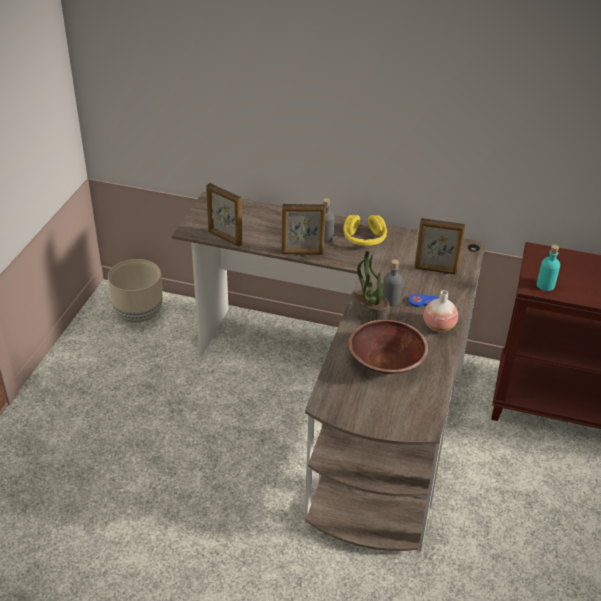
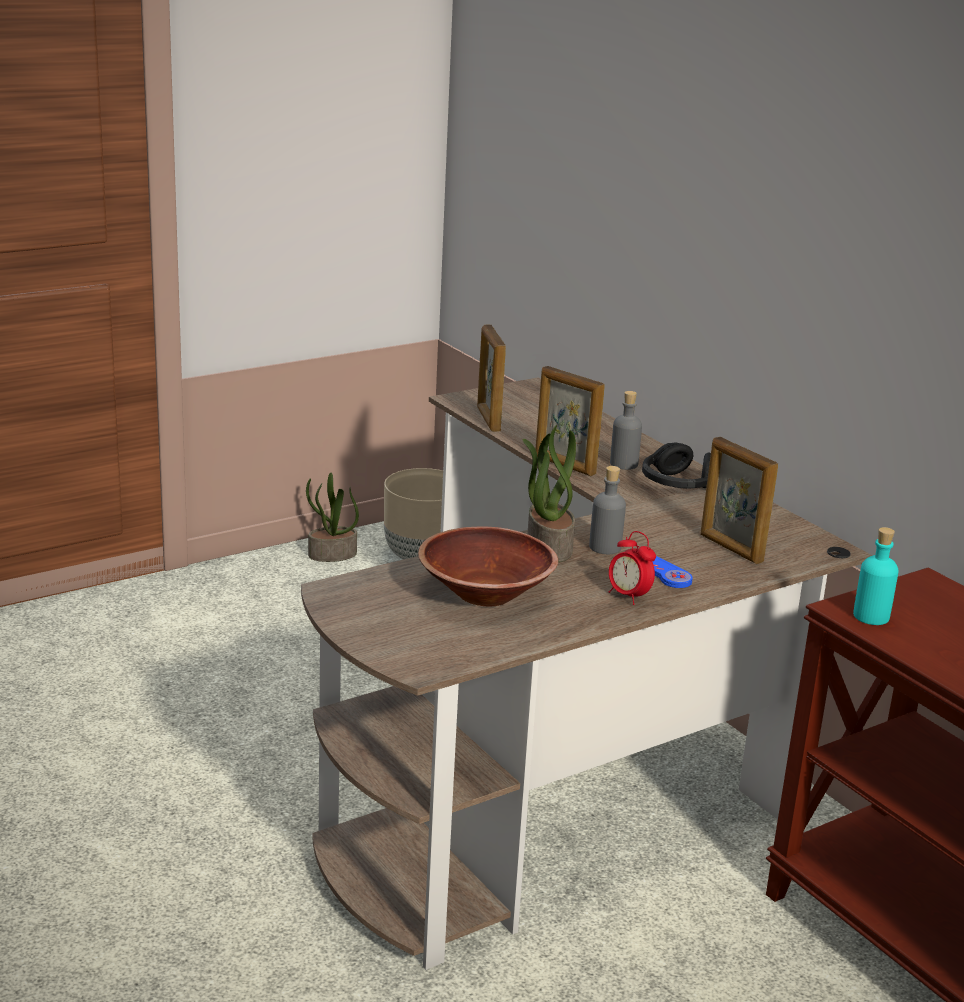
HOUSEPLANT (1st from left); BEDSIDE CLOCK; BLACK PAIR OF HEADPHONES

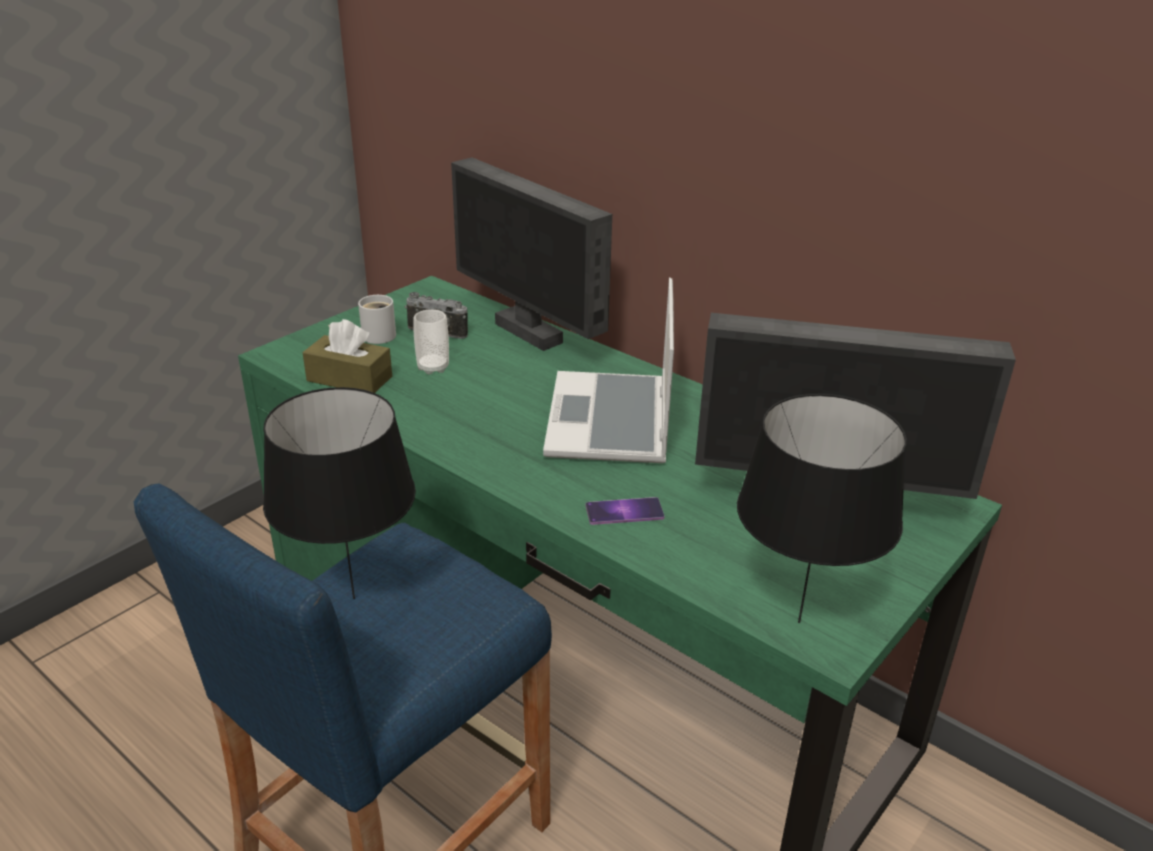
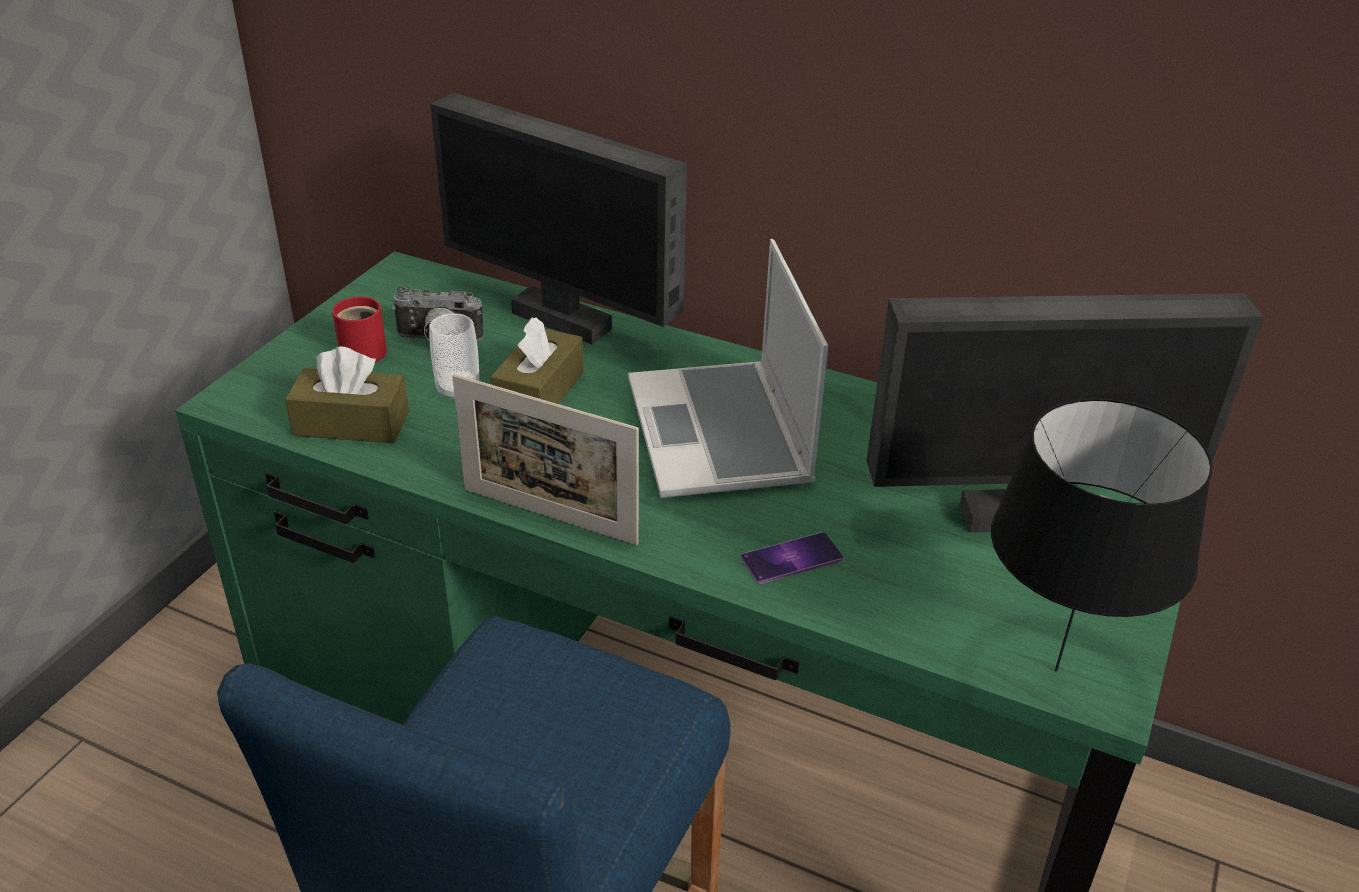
BLACK LAMP FOR A TABLE (1st from left in the first image); STANDING FRAME; BROWN TISSUE BOX (2nd from left); REDDISH COFFEE MUG

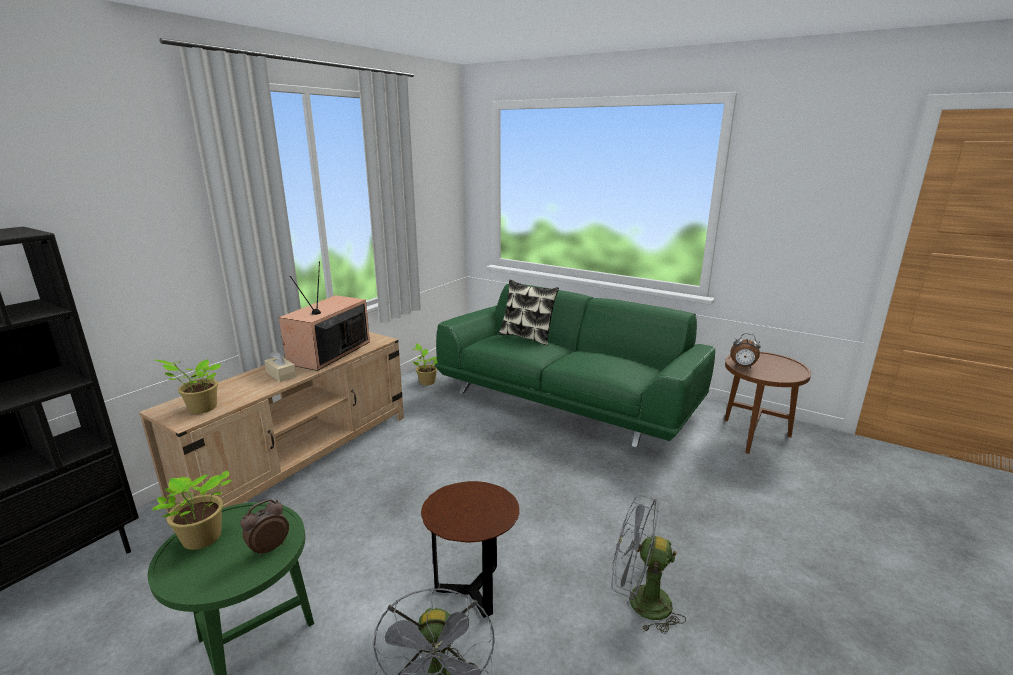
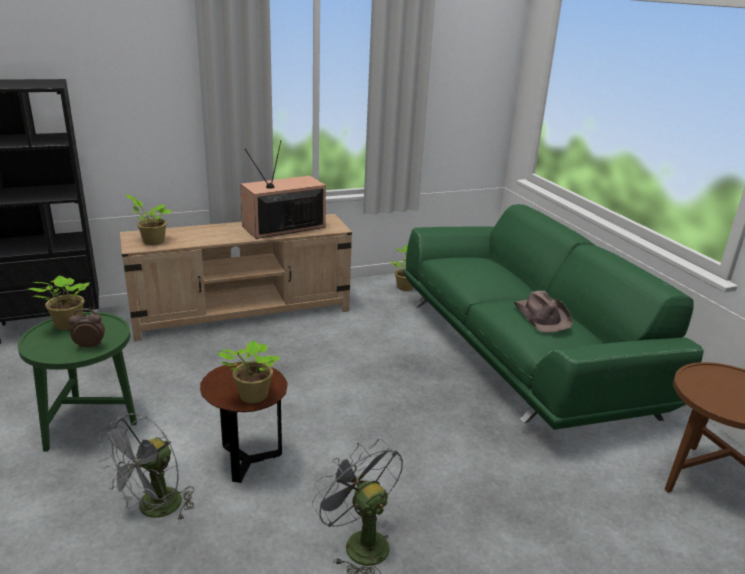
BEIGE-COLOURED TISSUE BOX; CUSHION; BEDSIDE CLOCK (2nd from left in the first image); HOUSEPLANT (3rd from left); BROWN WEARABLE HAT

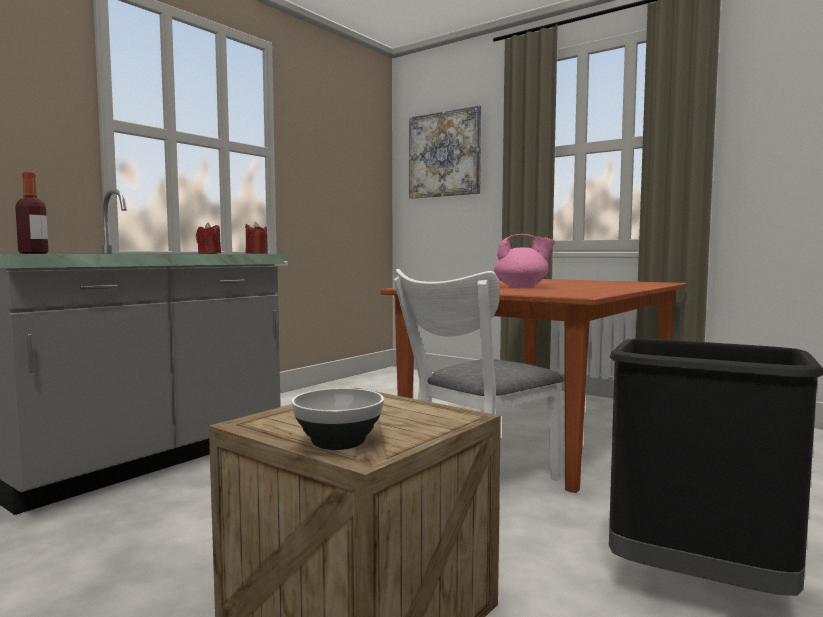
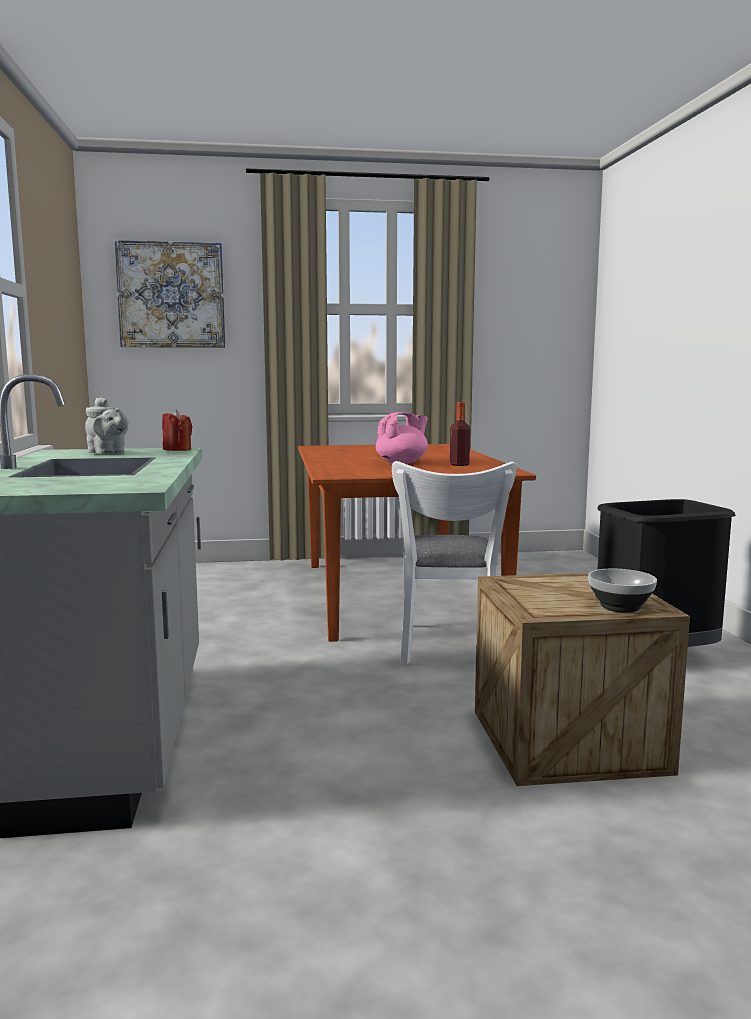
BEVERAGE BOTTLE; GREY POT FOR TEA

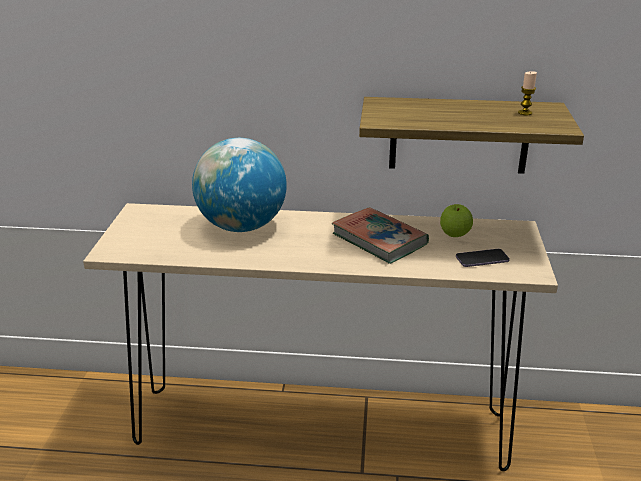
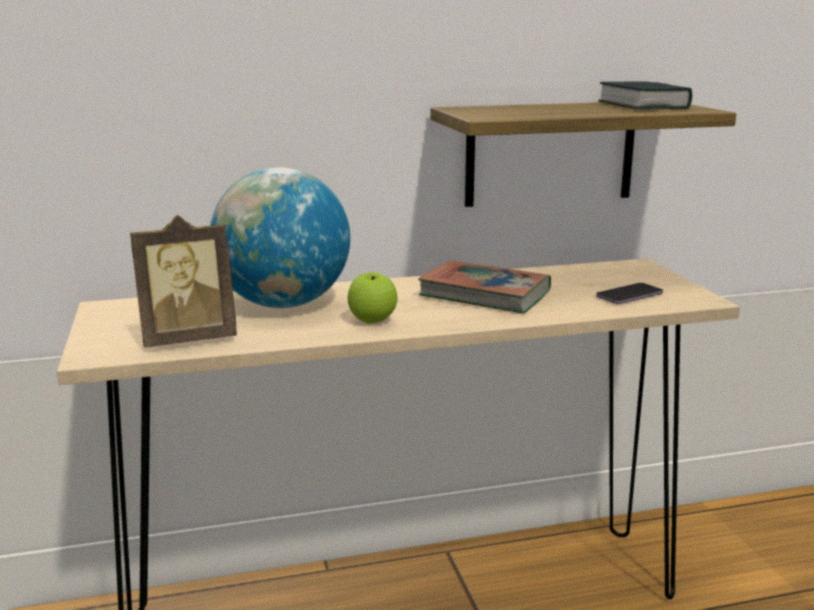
STANDING FRAME; APPLE FRUIT; VOLUME (2nd from left)

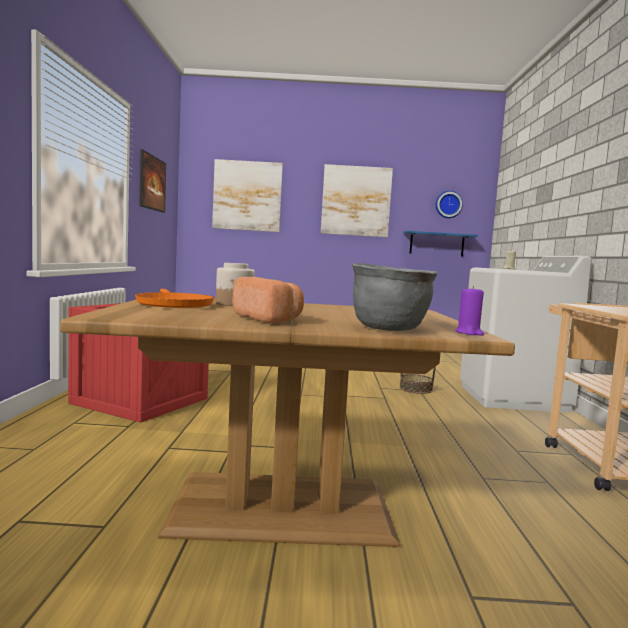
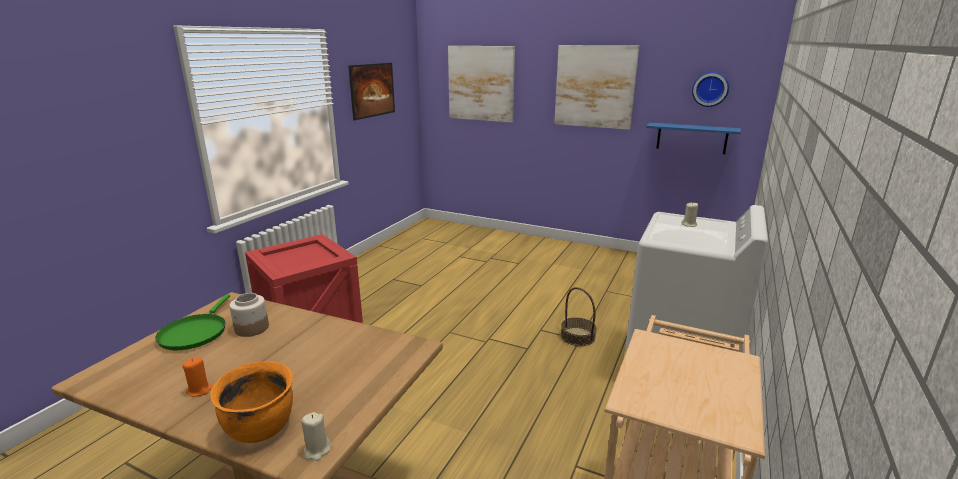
ORANGEY CANDLE; GREENISH FRYING PAN; ORANGEY SAUCEPOT; BEIGE-COLOURED CANDLE (1st from left)

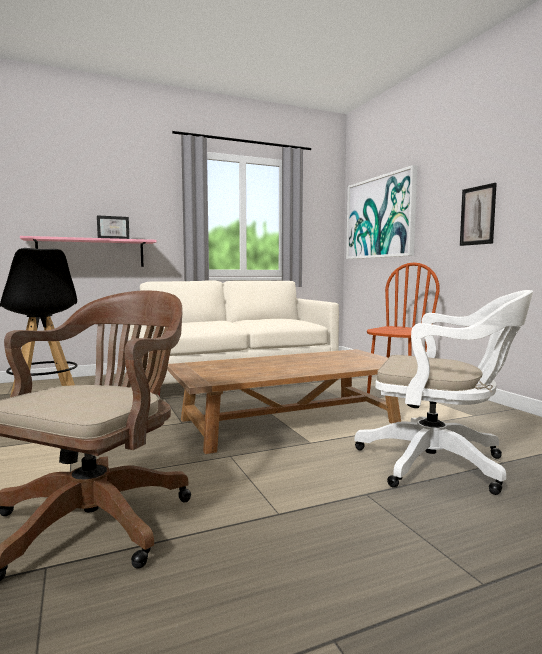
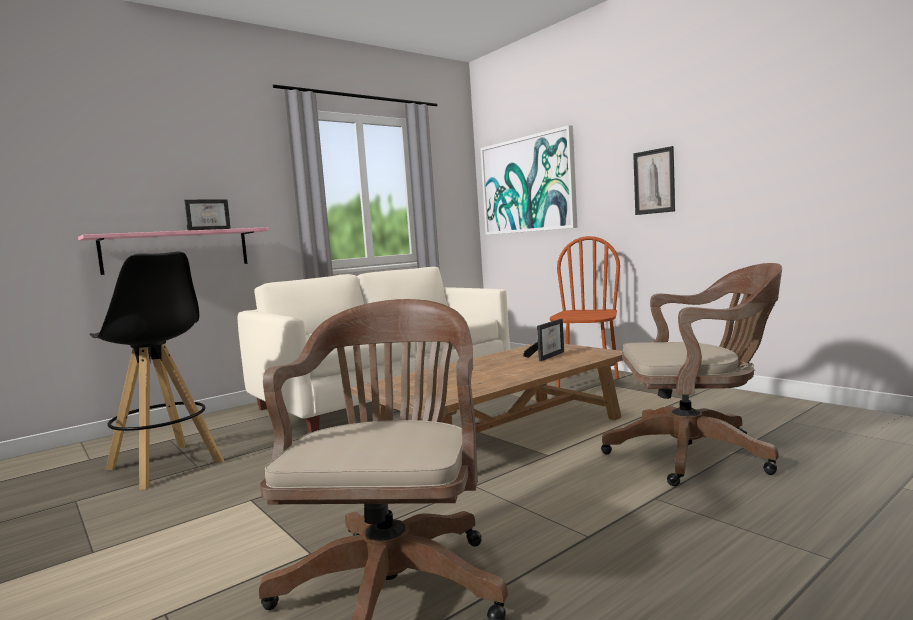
STANDING FRAME (2nd from left); BROWN DESK CHAIR (2nd from left)

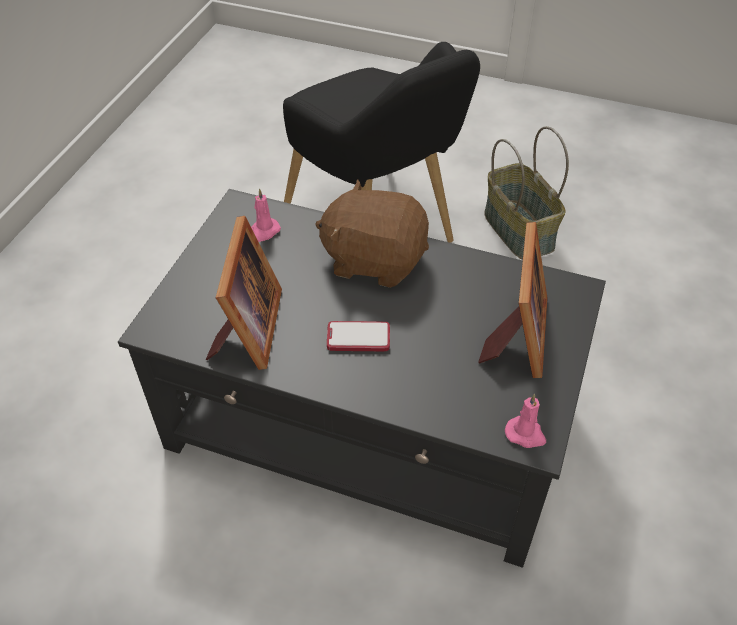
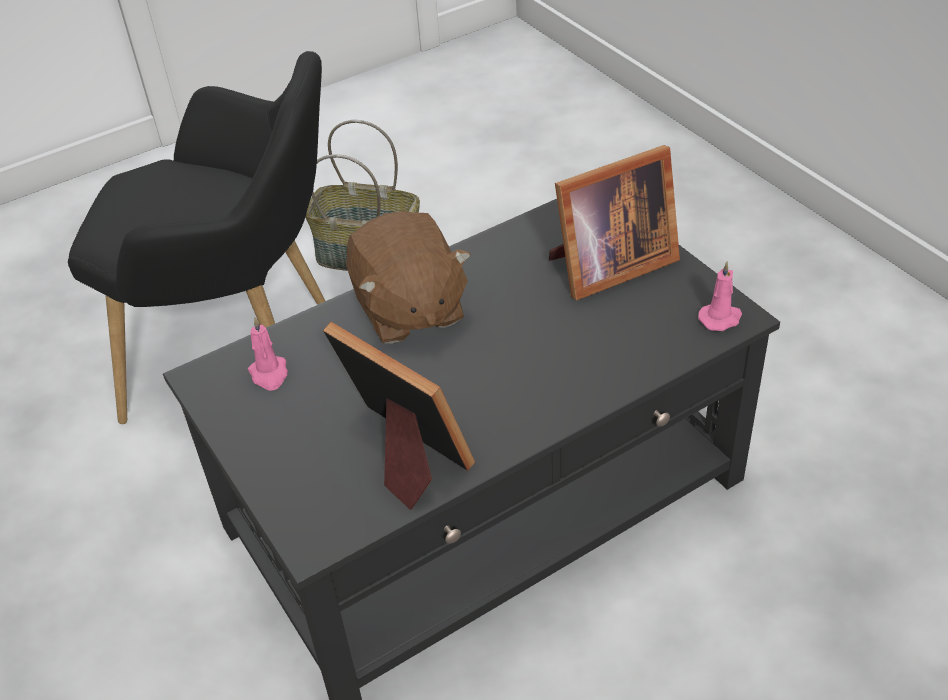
HANDSET; BROWN SOFT TOY; STANDING FRAME (2nd from left)

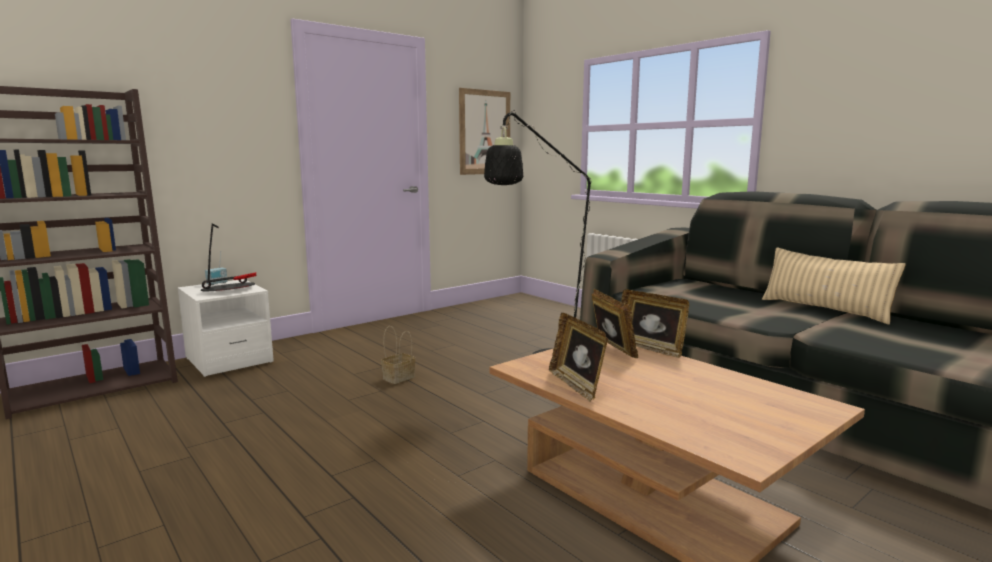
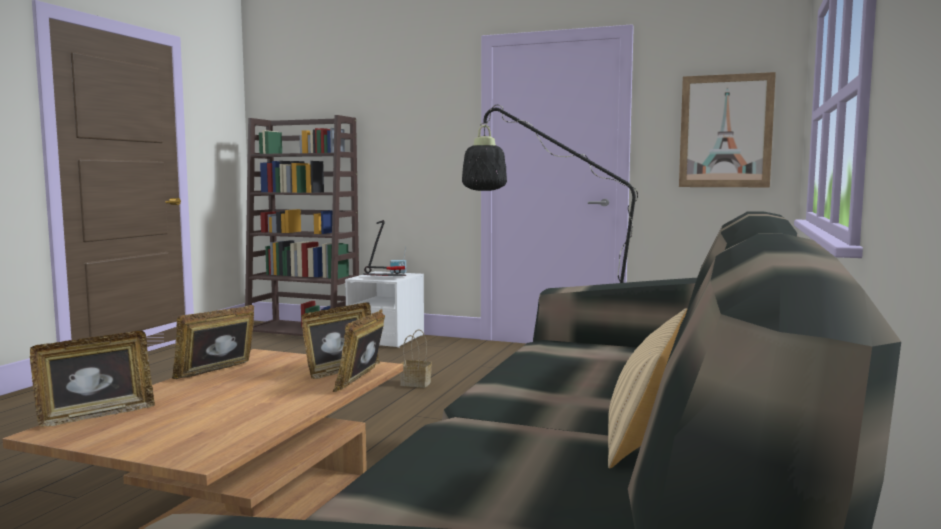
STANDING FRAME (1st from left)

